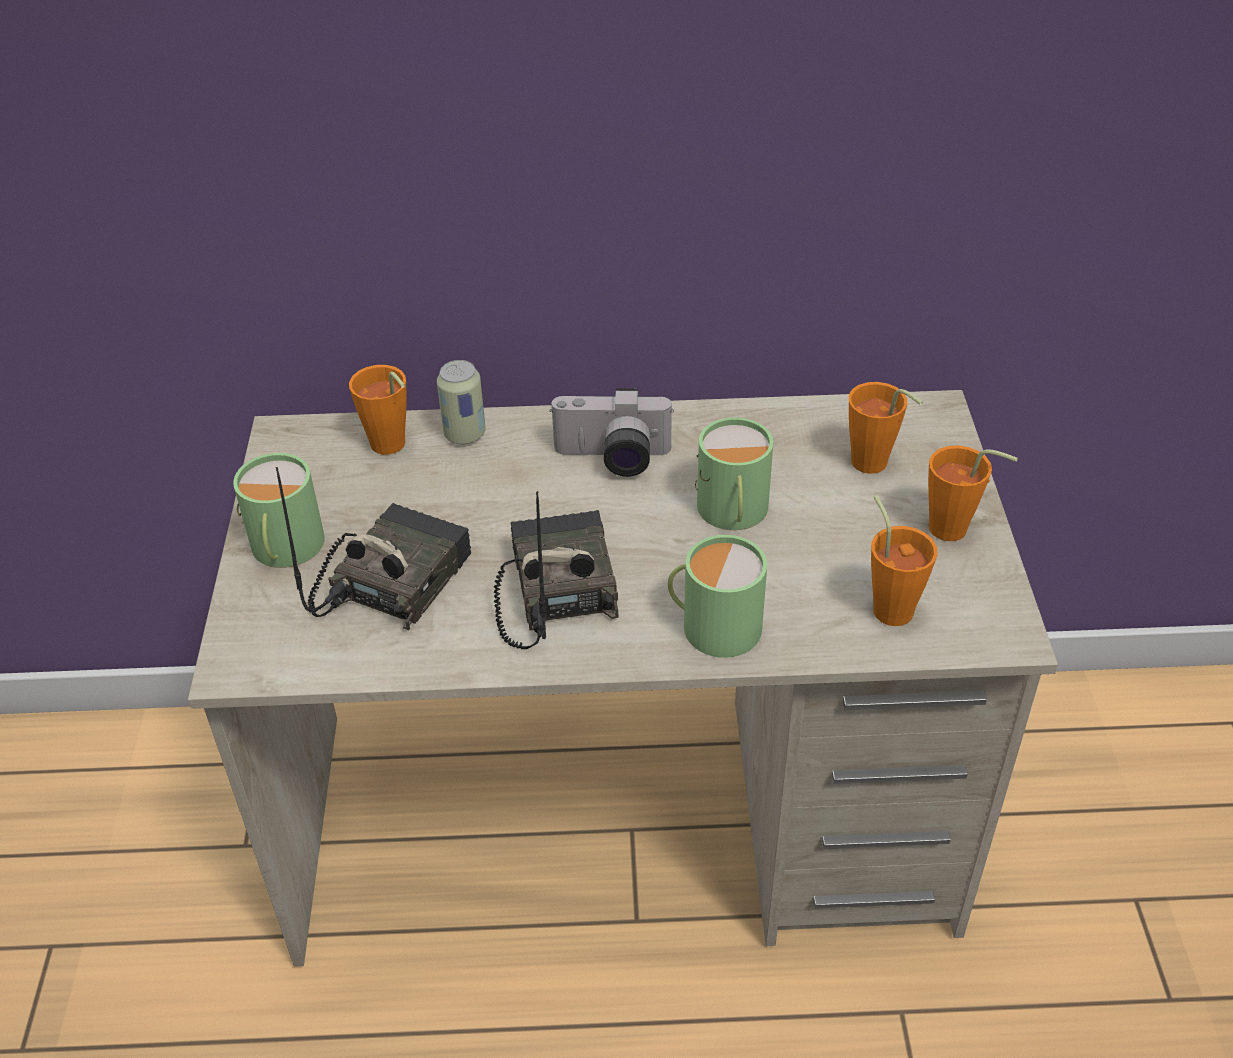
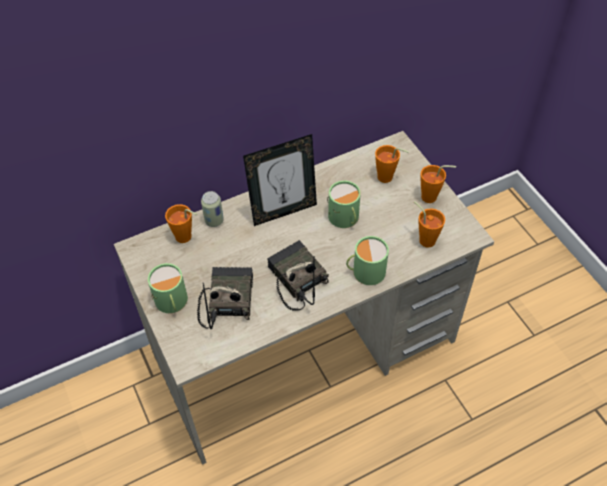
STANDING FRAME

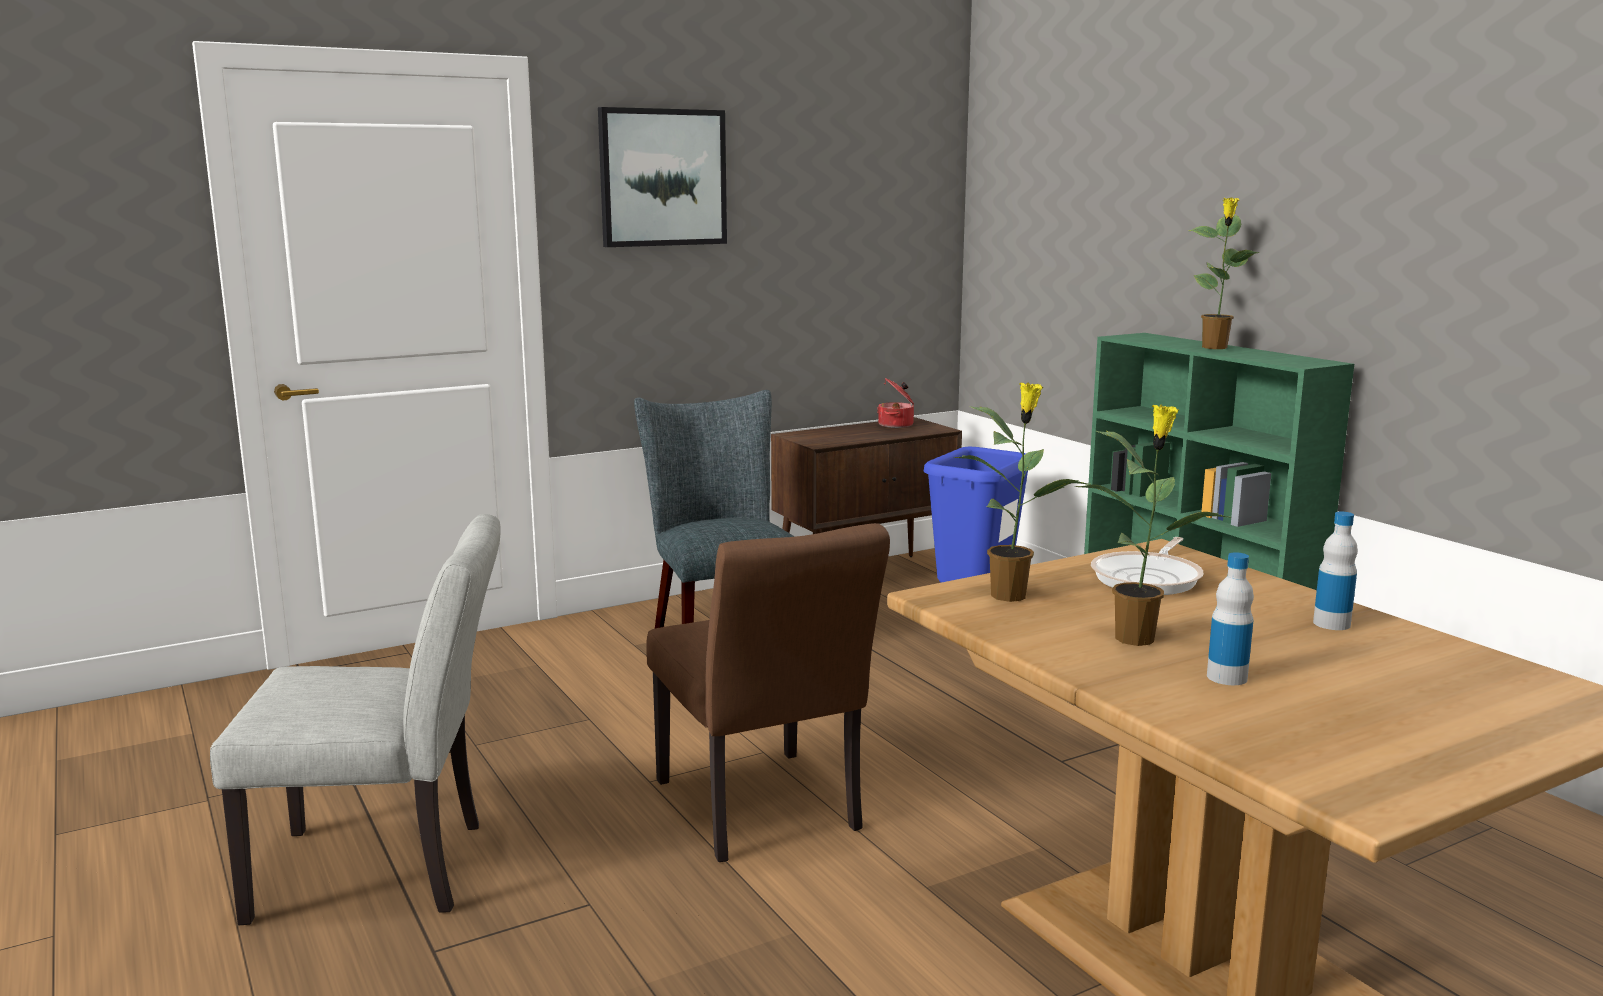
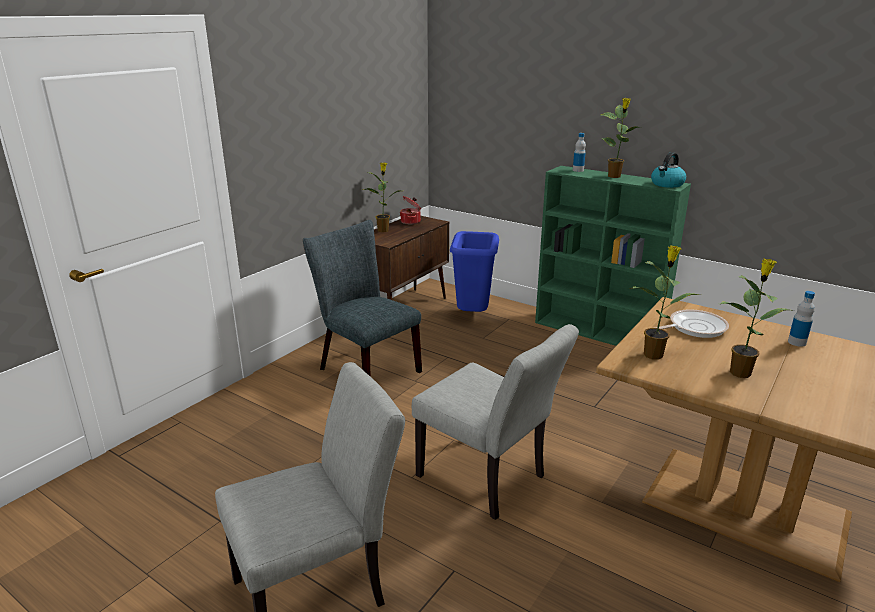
WALL PICTURE; HOUSEPLANT (1st from left); WATER KETTLE; BEVERAGE BOTTLE (1st from left); GREY UPRIGHT CHAIR (3rd from left); FRYING PAN

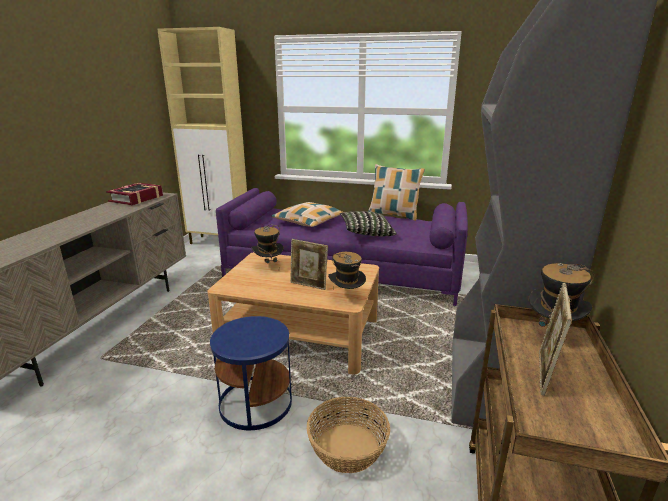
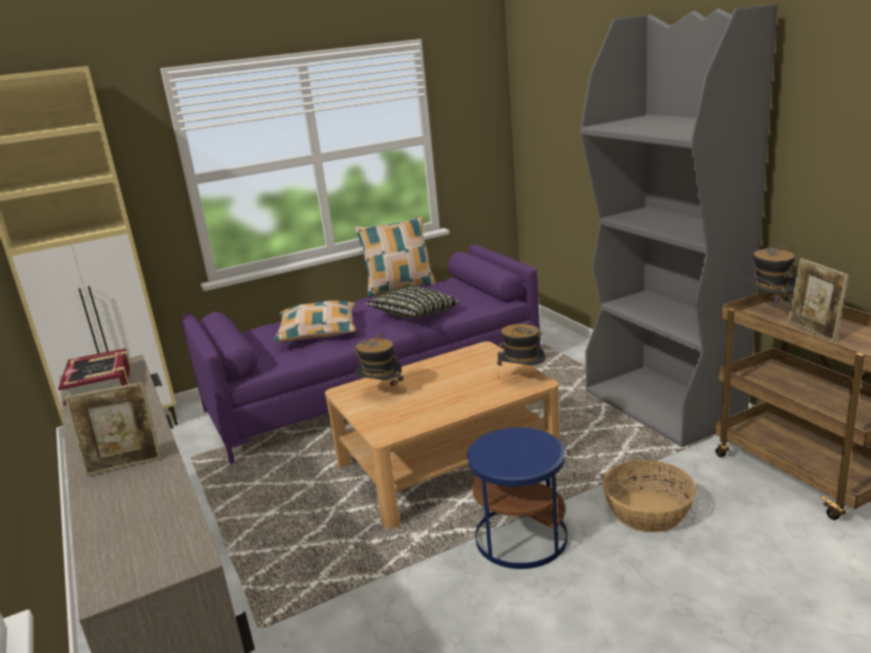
STANDING FRAME (1st from left)

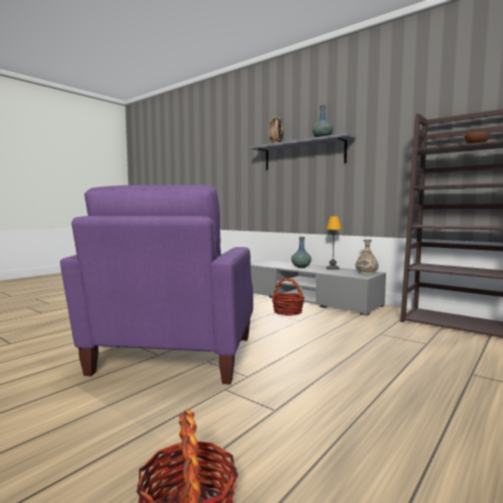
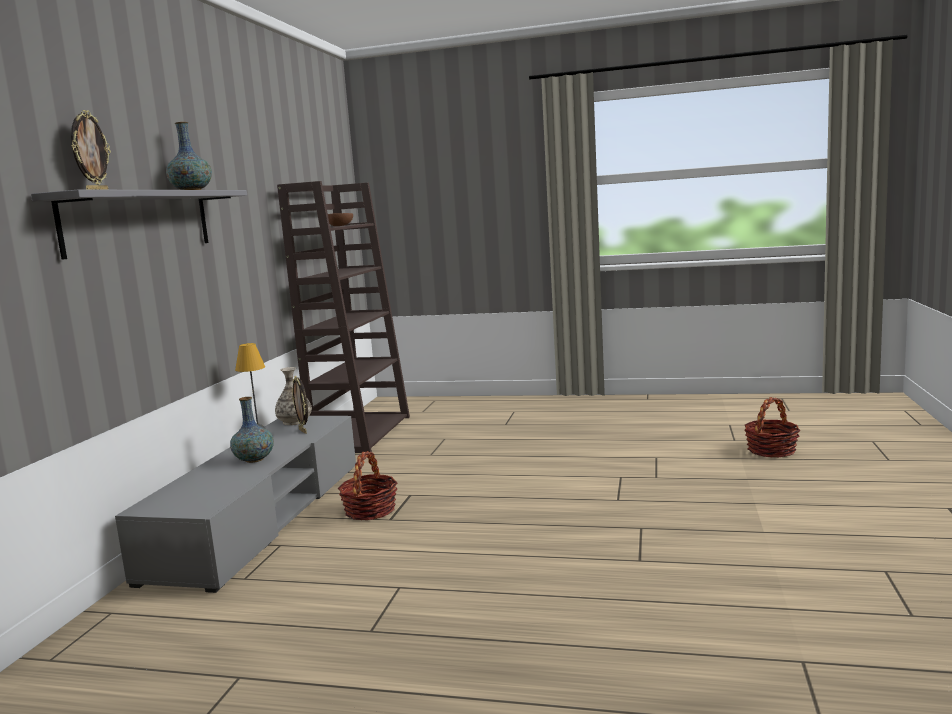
PURPLE-COLOURED EASY CHAIR; STANDING FRAME (2nd from left)

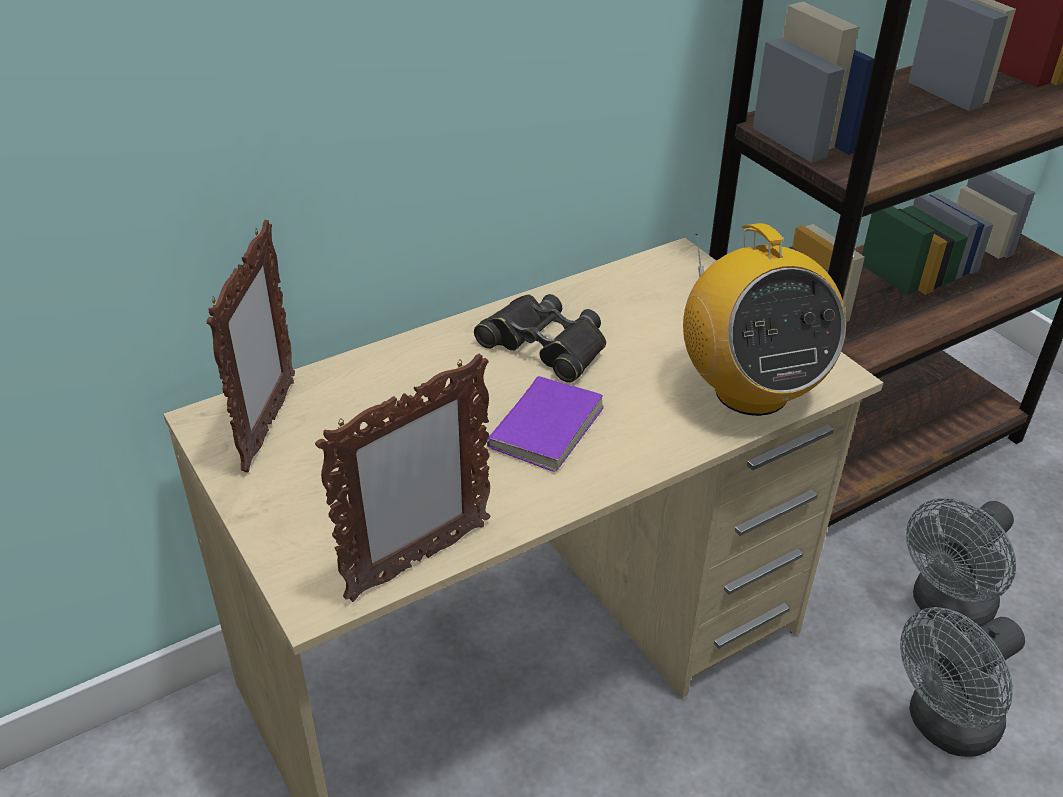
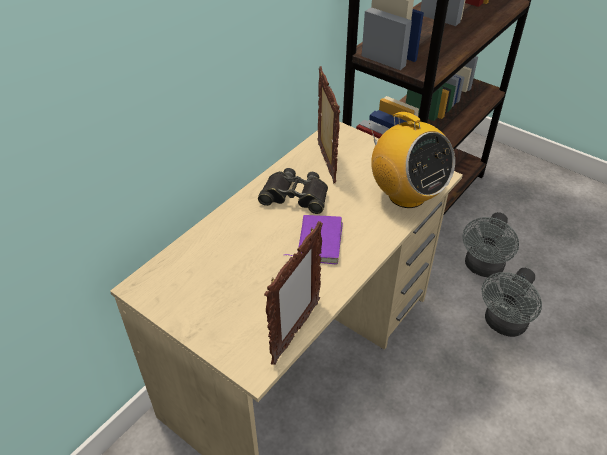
STANDING FRAME (2nd from left)

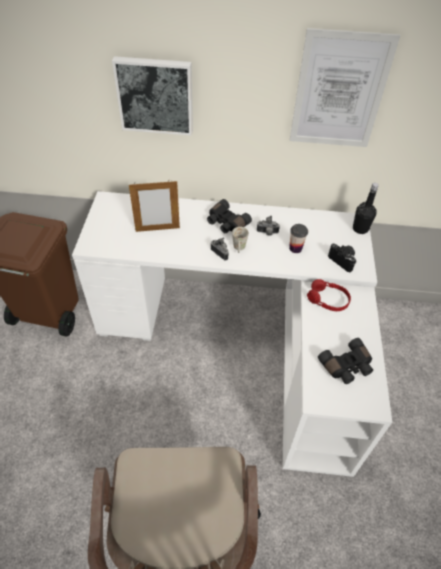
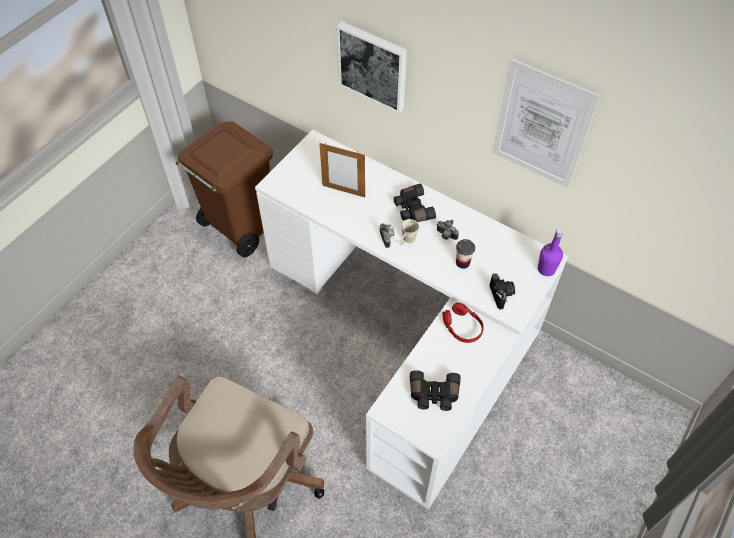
PURPLE-COLOURED BEVERAGE BOTTLE

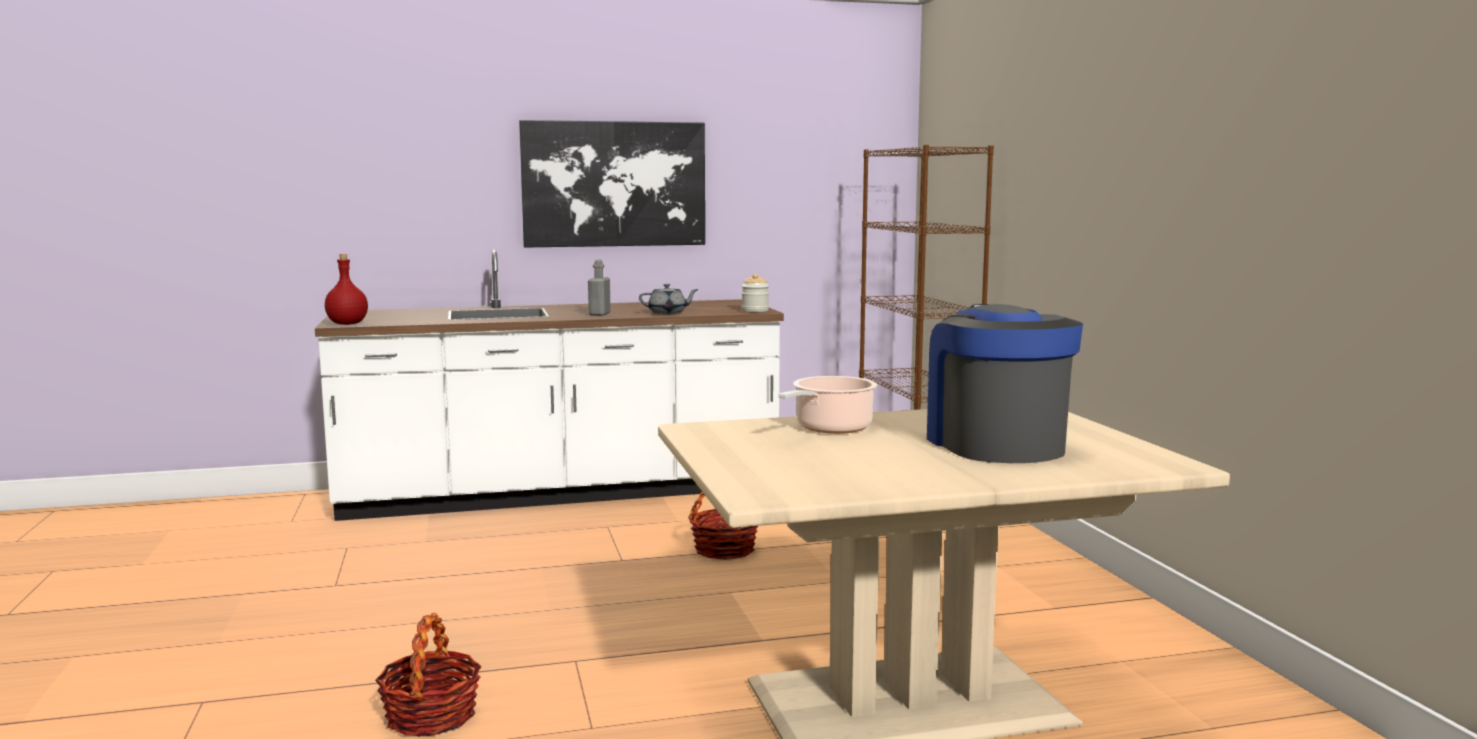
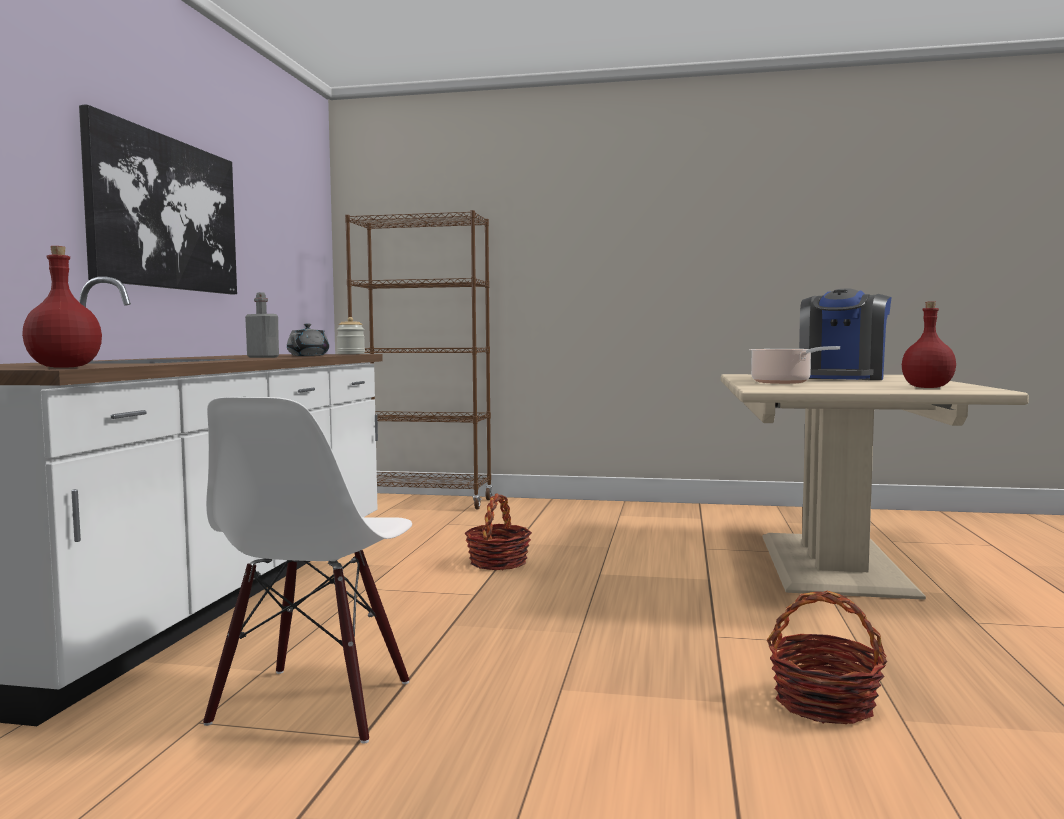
WHITE-COLOURED UPRIGHT CHAIR; REDDISH BEVERAGE BOTTLE (2nd from left); COFFEE BREWER

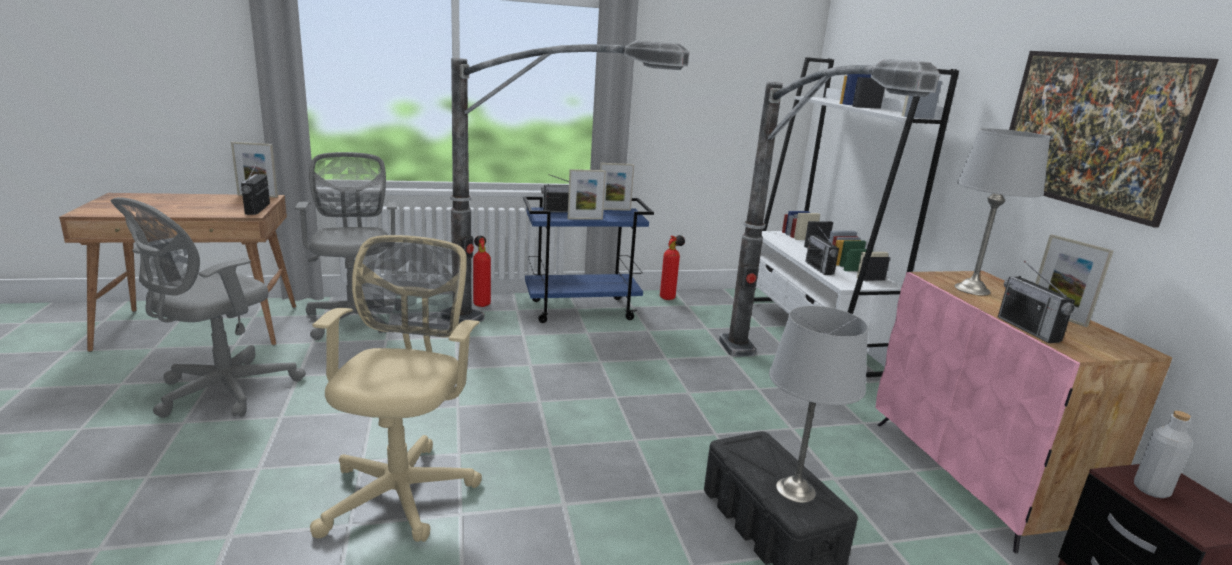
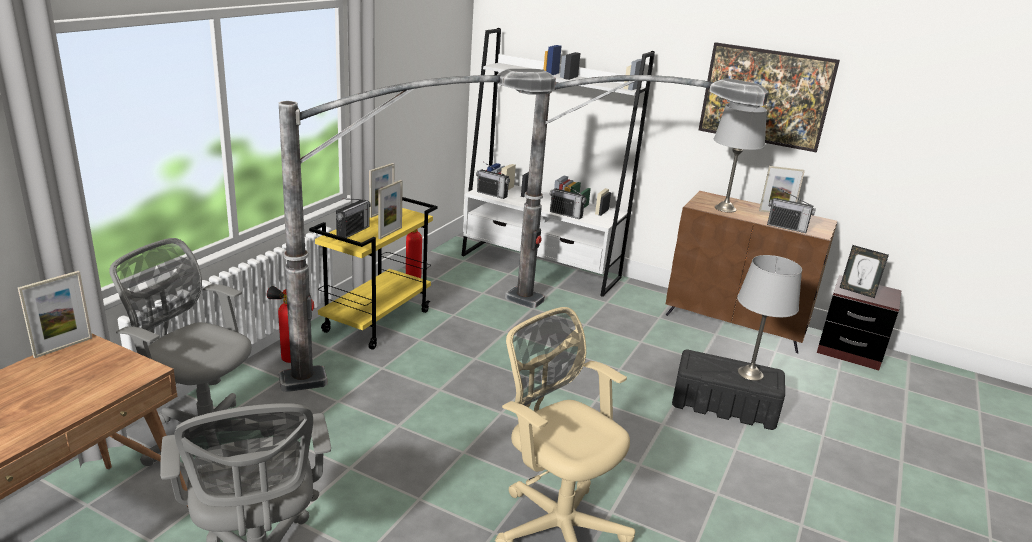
RADIO RECEIVER (2nd from left); STANDING FRAME (5th from left); YELLOWISH TROLLEY; BROWN CABINET

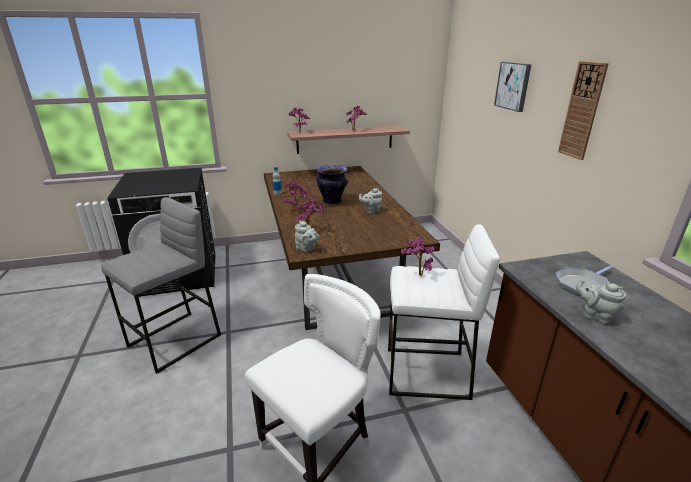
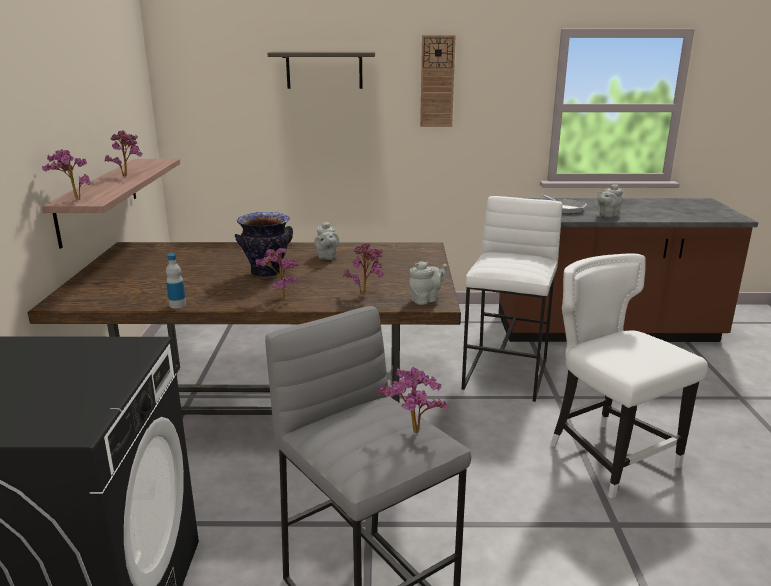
HOUSEPLANT (5th from left); SHELF (2nd from left)

